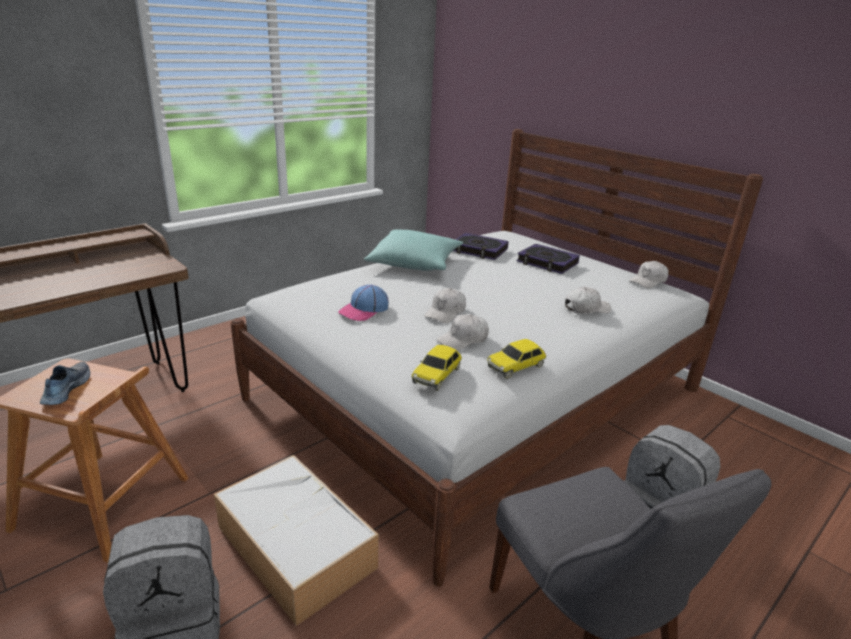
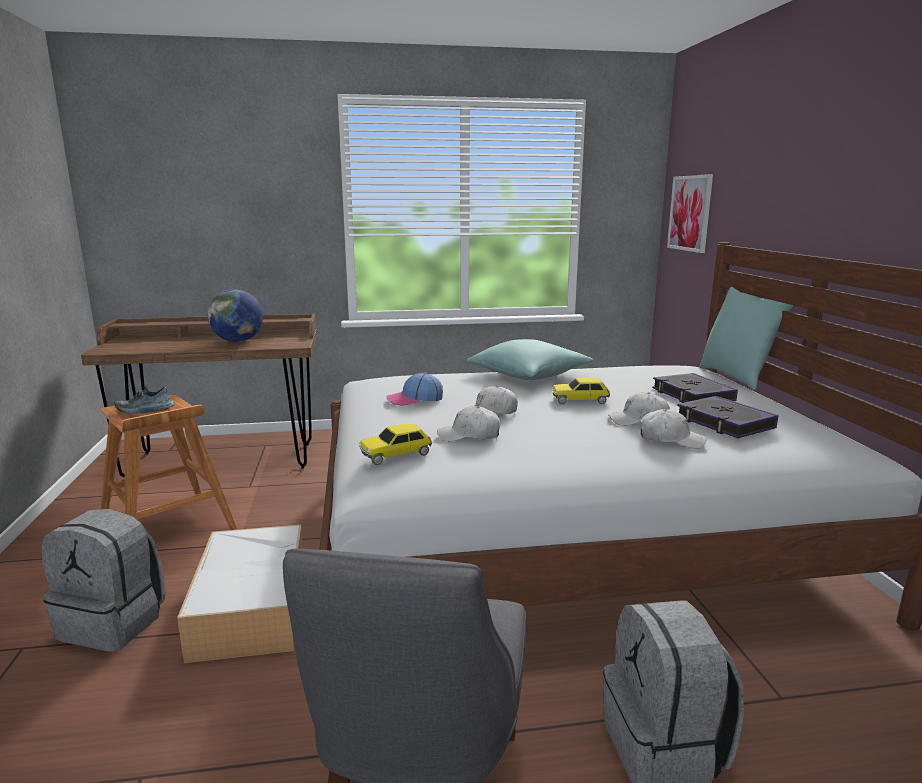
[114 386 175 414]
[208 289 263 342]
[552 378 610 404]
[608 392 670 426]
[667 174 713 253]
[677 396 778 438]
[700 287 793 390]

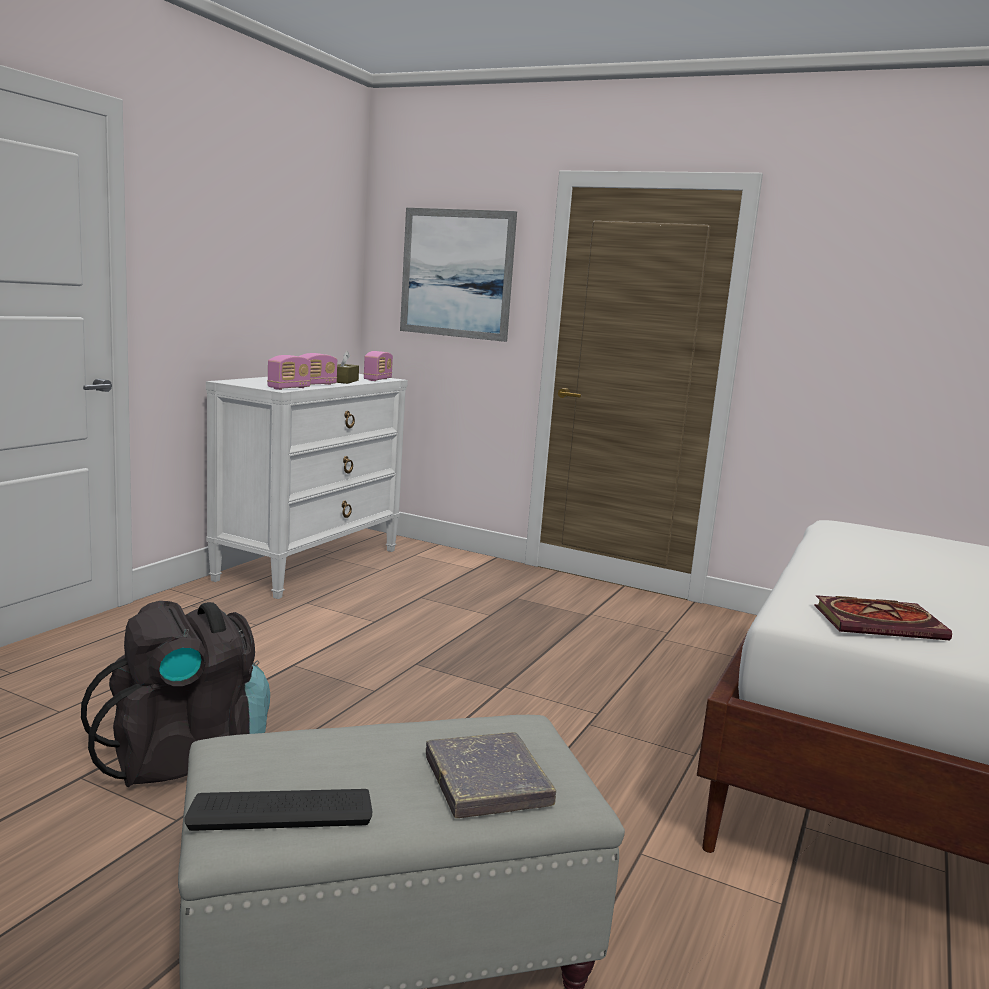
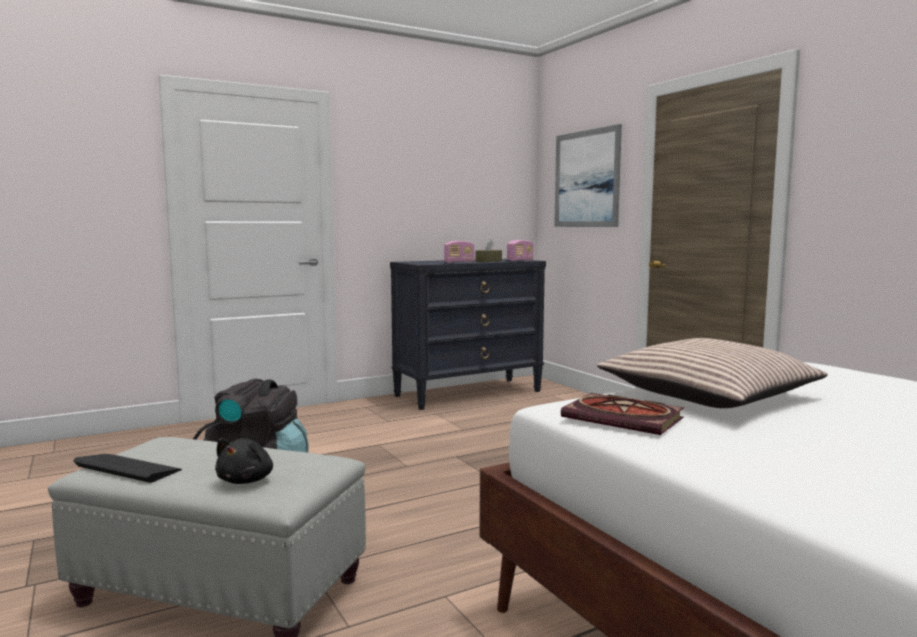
[215 438 273 484]
[390 259 546 410]
[597 338 827 408]
[267 355 311 390] (first image)

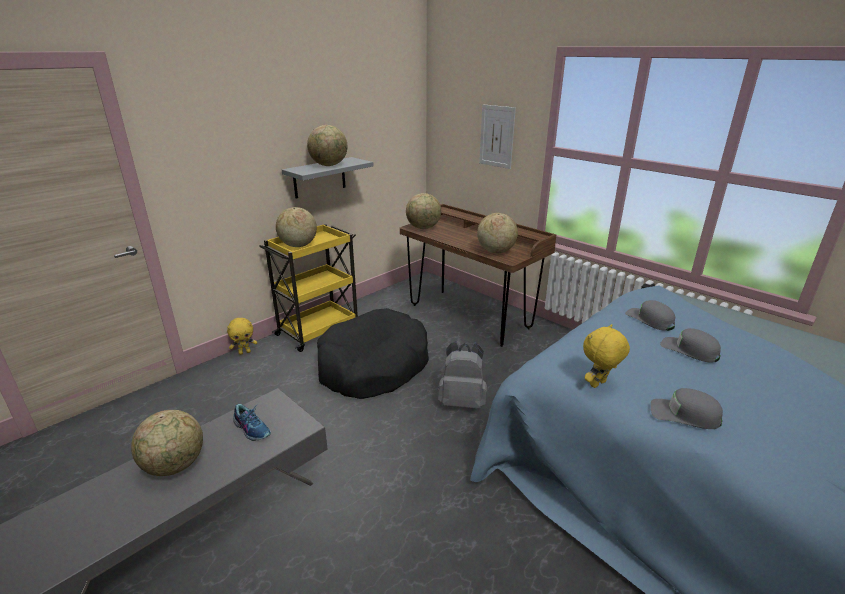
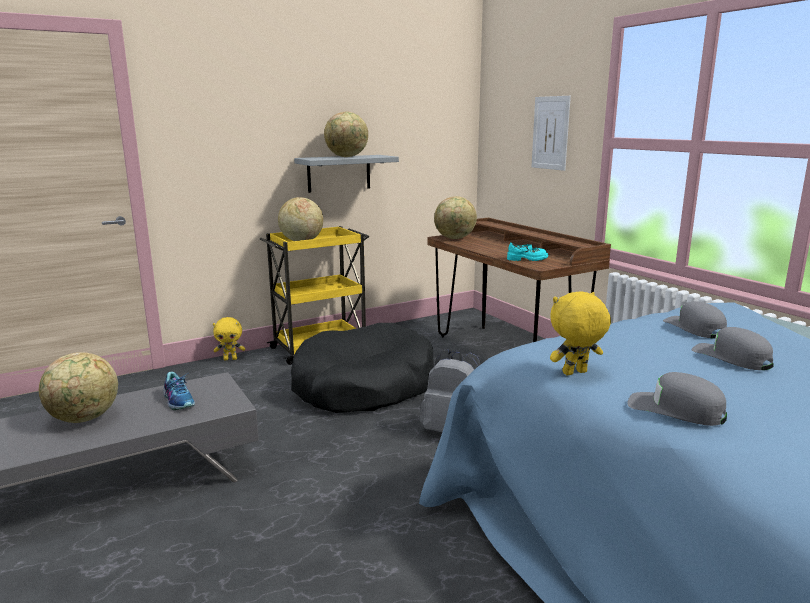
[507 242 548 261]

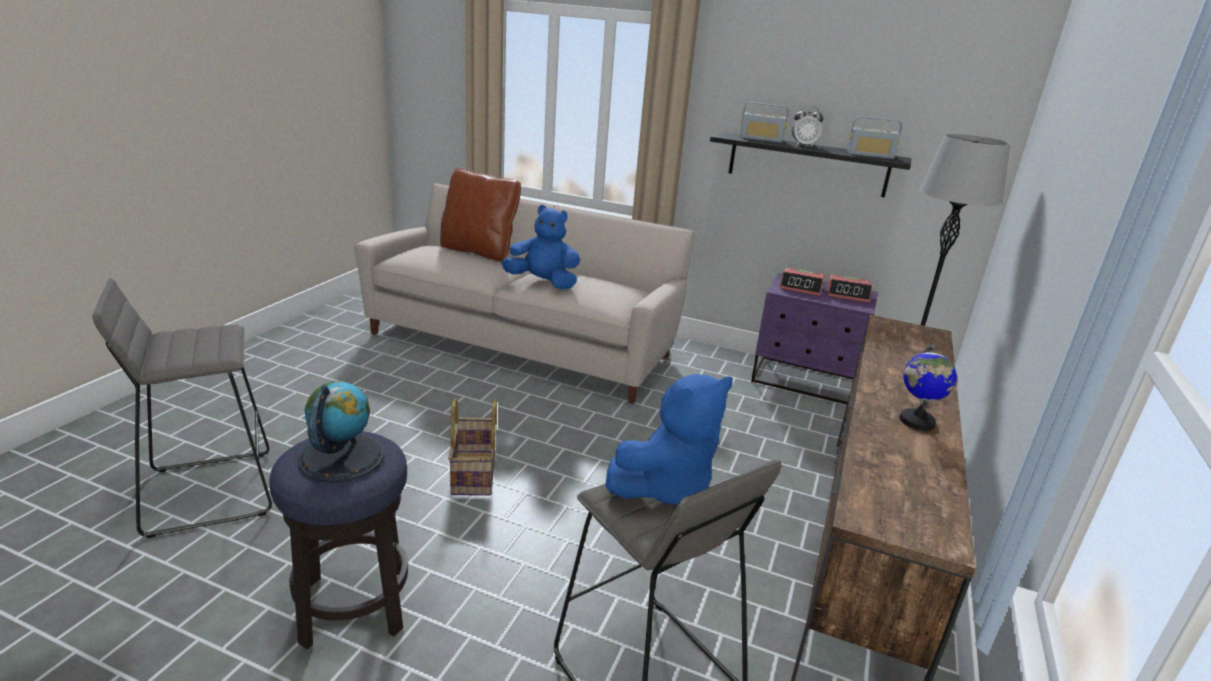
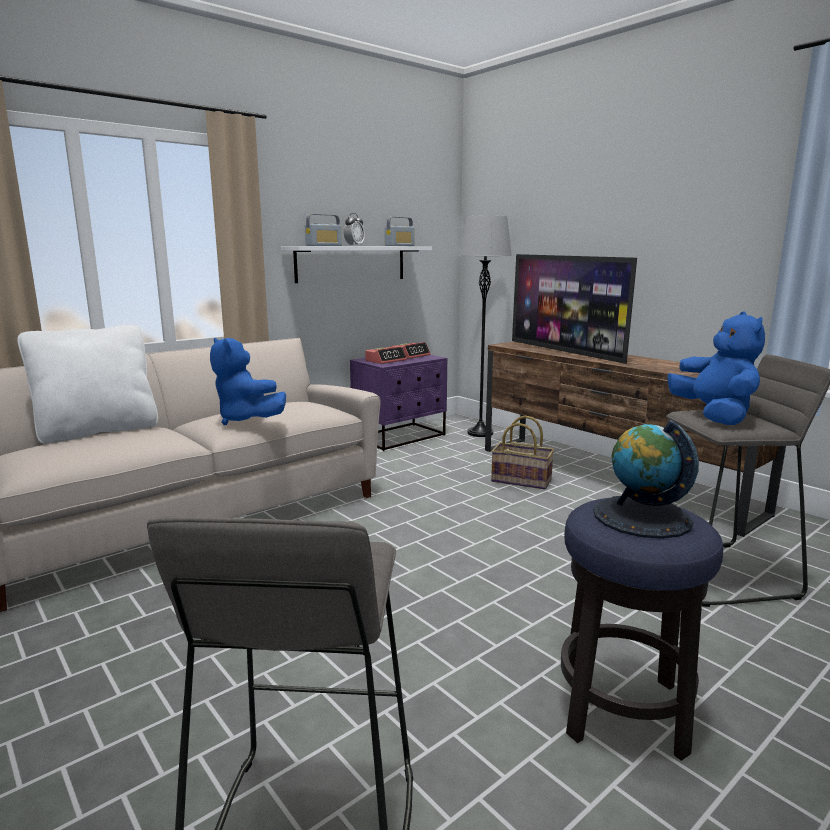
[17 325 158 444]
[210 338 286 425]
[281 246 432 283]
[491 415 554 490]
[512 254 637 364]
[899 344 957 431] (first image)

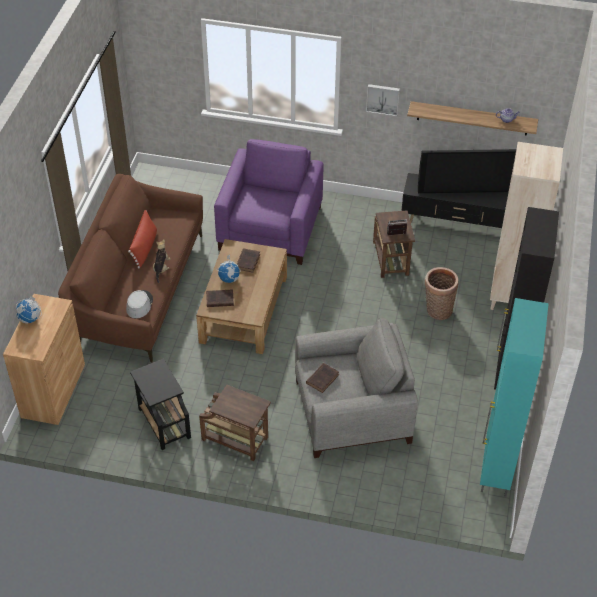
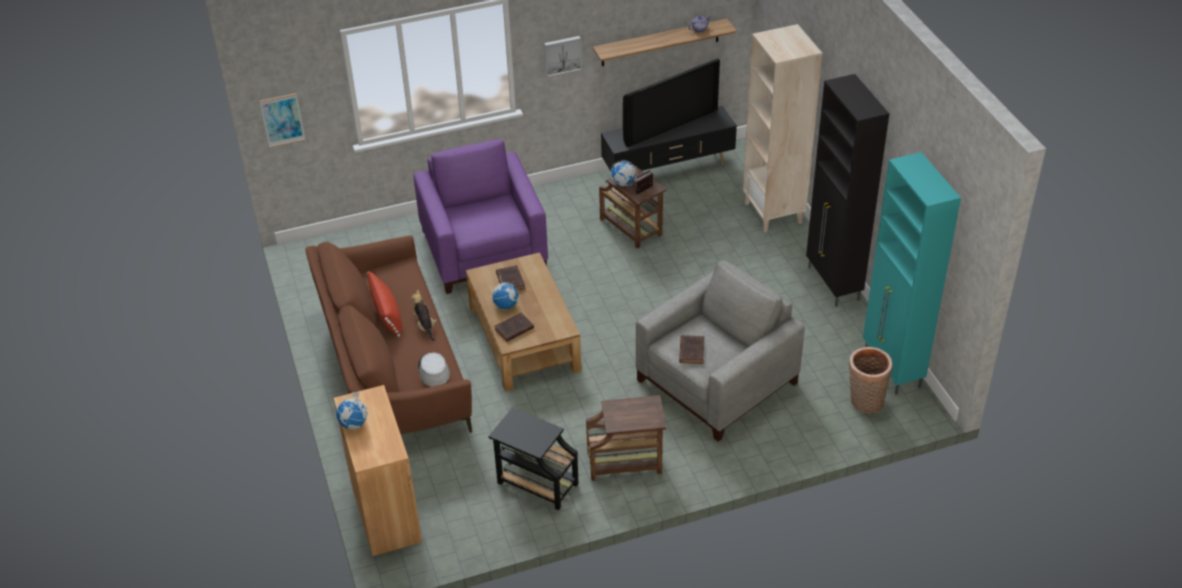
[259 93 305 148]
[611 160 637 186]
[848 347 892 413]

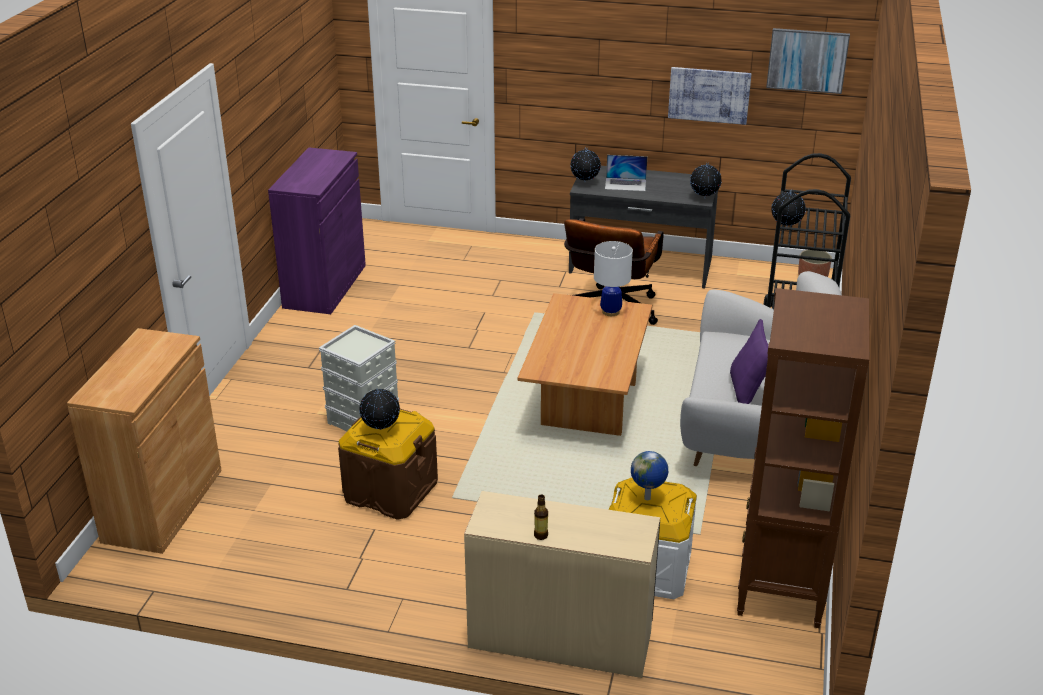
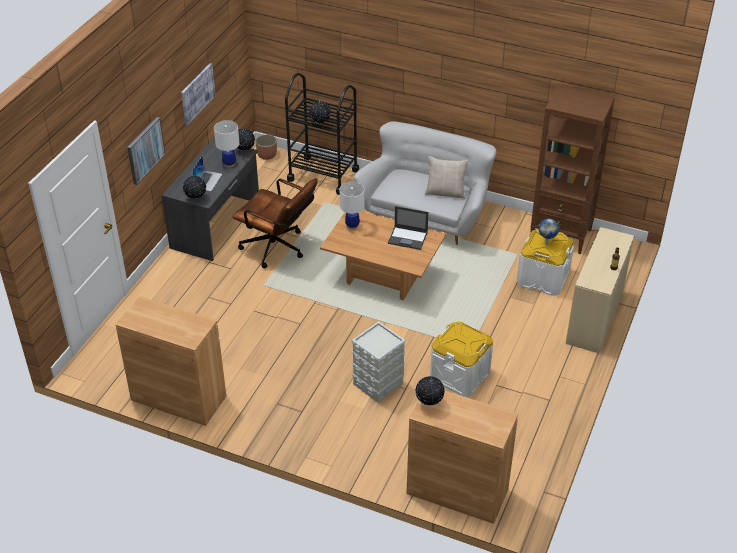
[116 296 226 426]
[127 117 166 185]
[214 120 240 168]
[388 206 428 250]
[415 376 445 406]
[425 156 469 199]
[430 322 493 397]

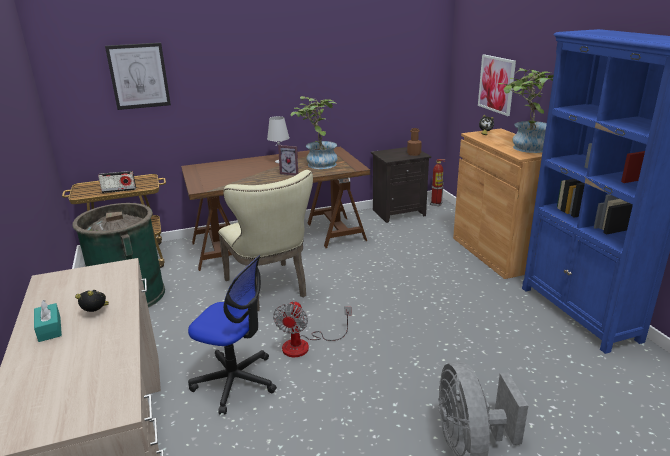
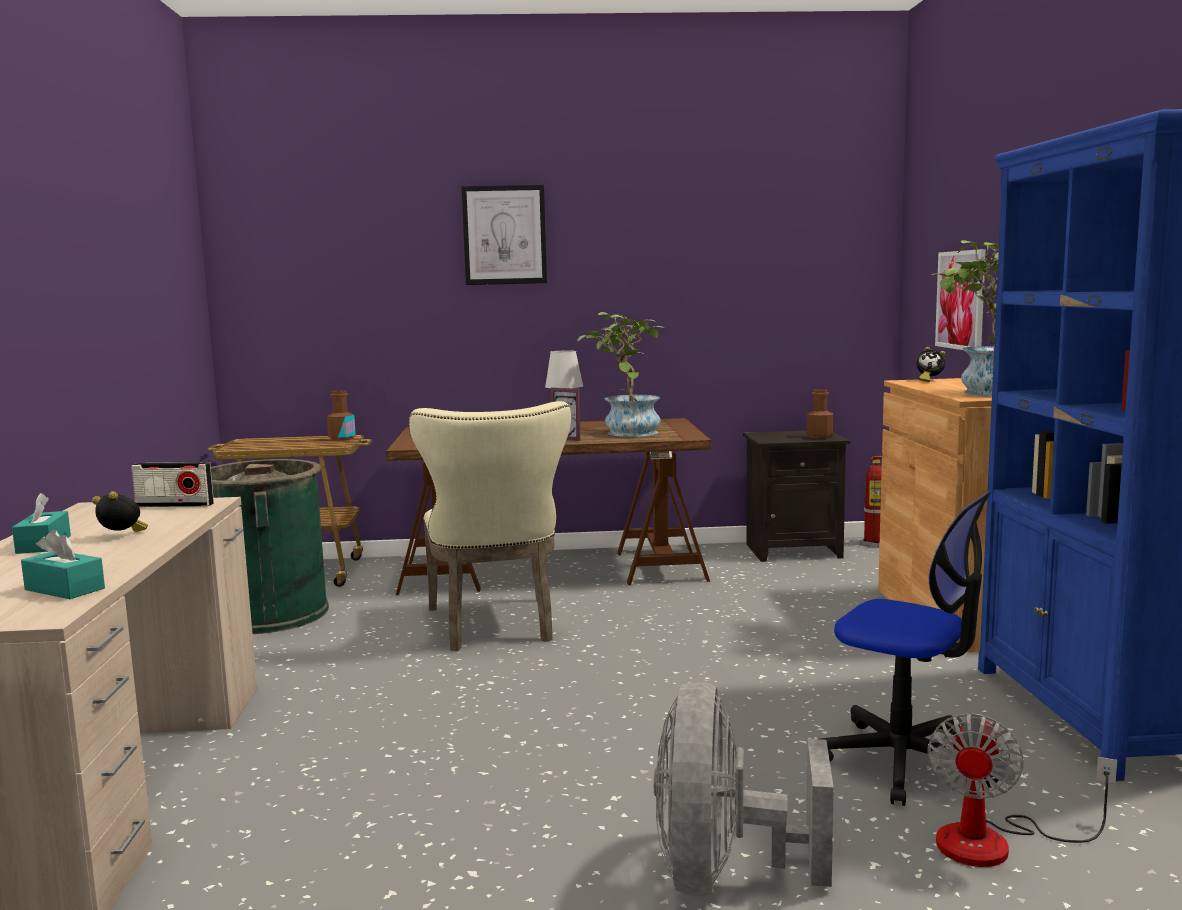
[21 529 105 599]
[131 462 214 507]
[327 390 356 441]
[461 184 547 285]
[820 492 999 806]
[927 713 1117 867]

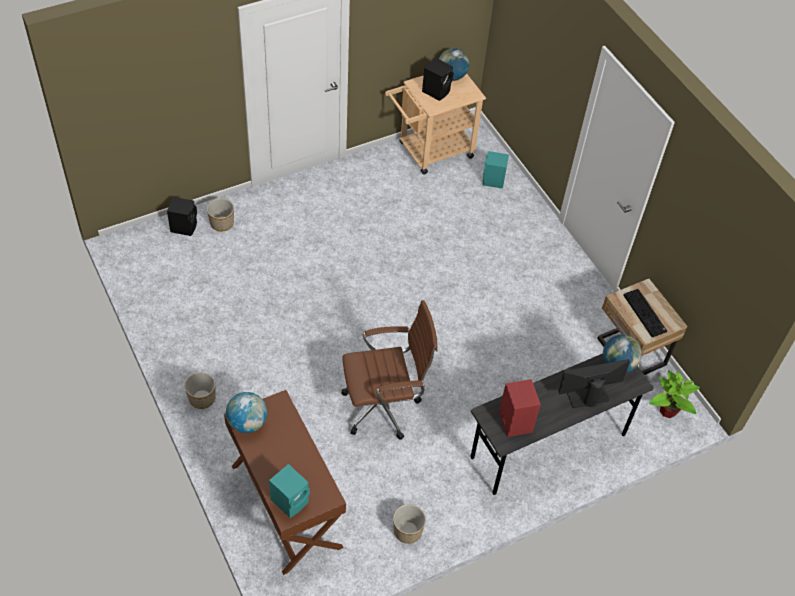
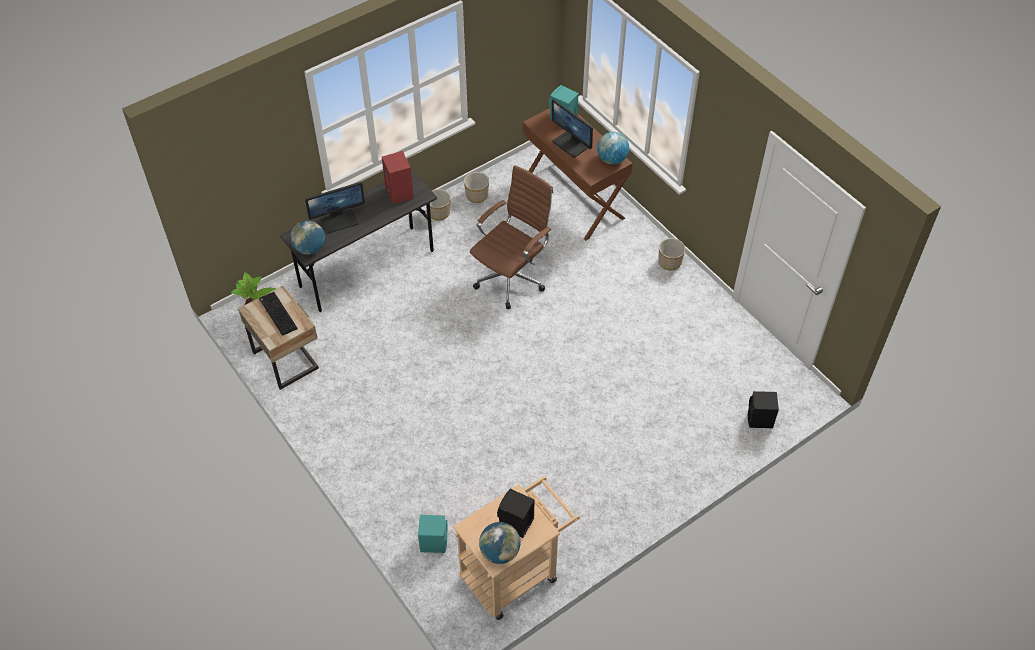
[430 189 451 221]
[470 165 553 309]
[552 99 593 158]

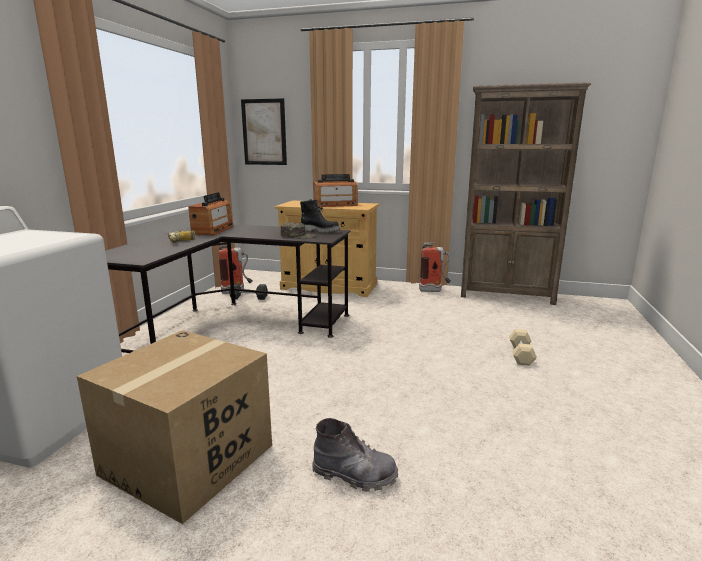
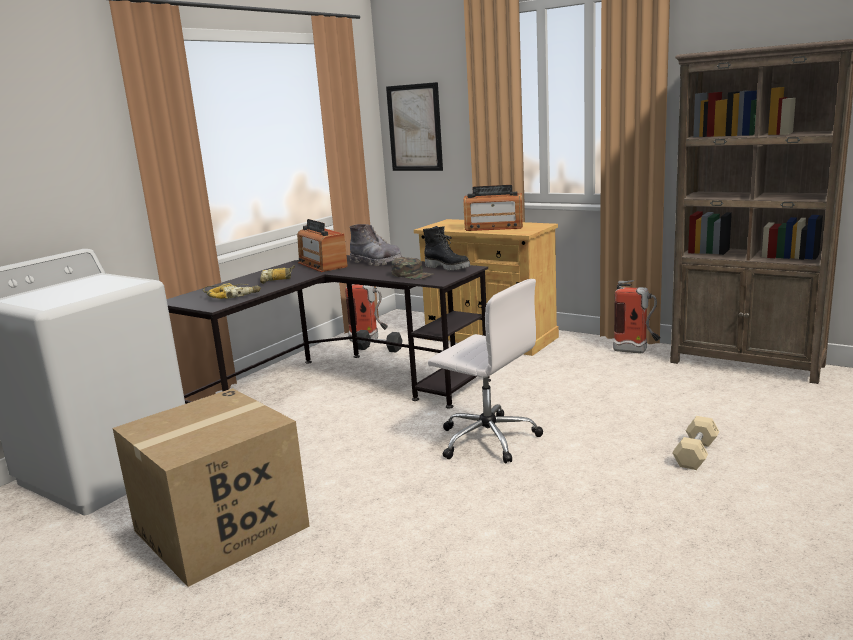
[203 283 261 299]
[297 219 348 272]
[350 224 402 266]
[428 279 543 464]

